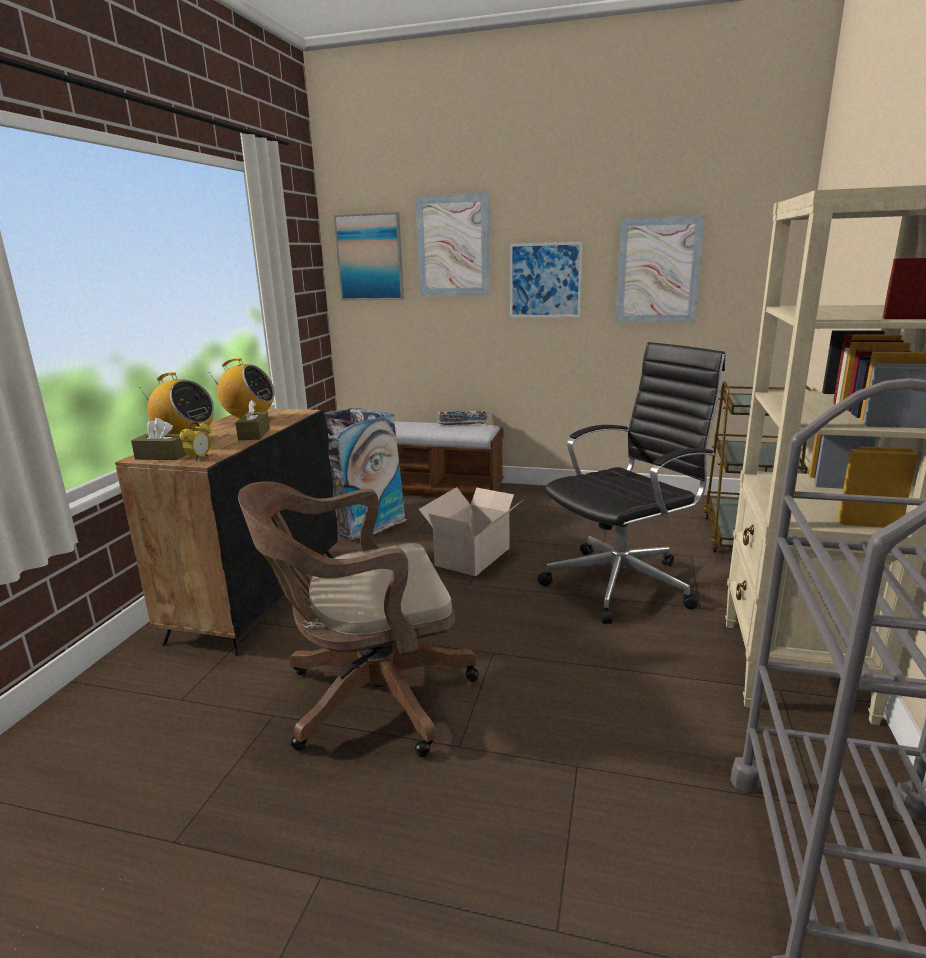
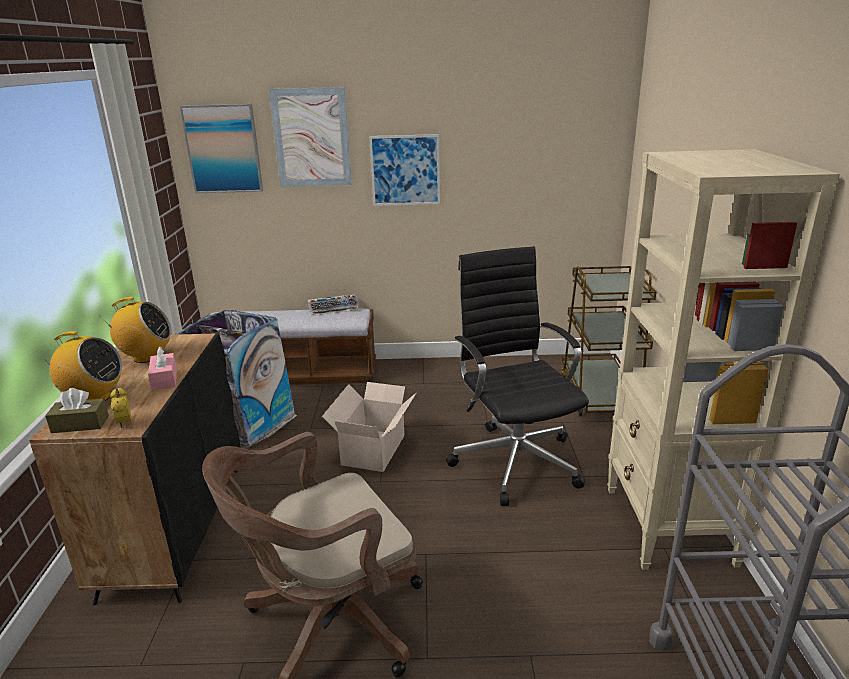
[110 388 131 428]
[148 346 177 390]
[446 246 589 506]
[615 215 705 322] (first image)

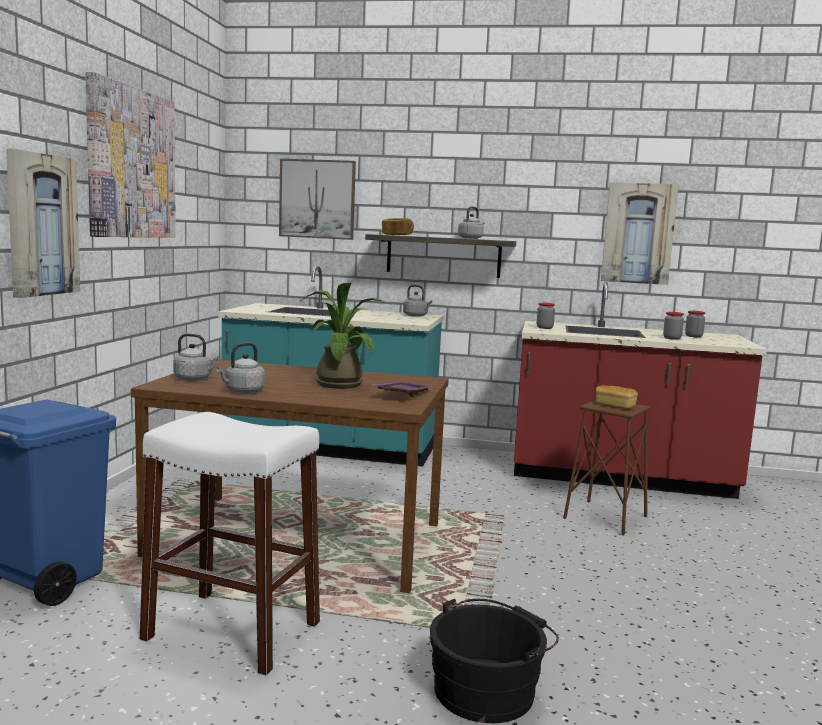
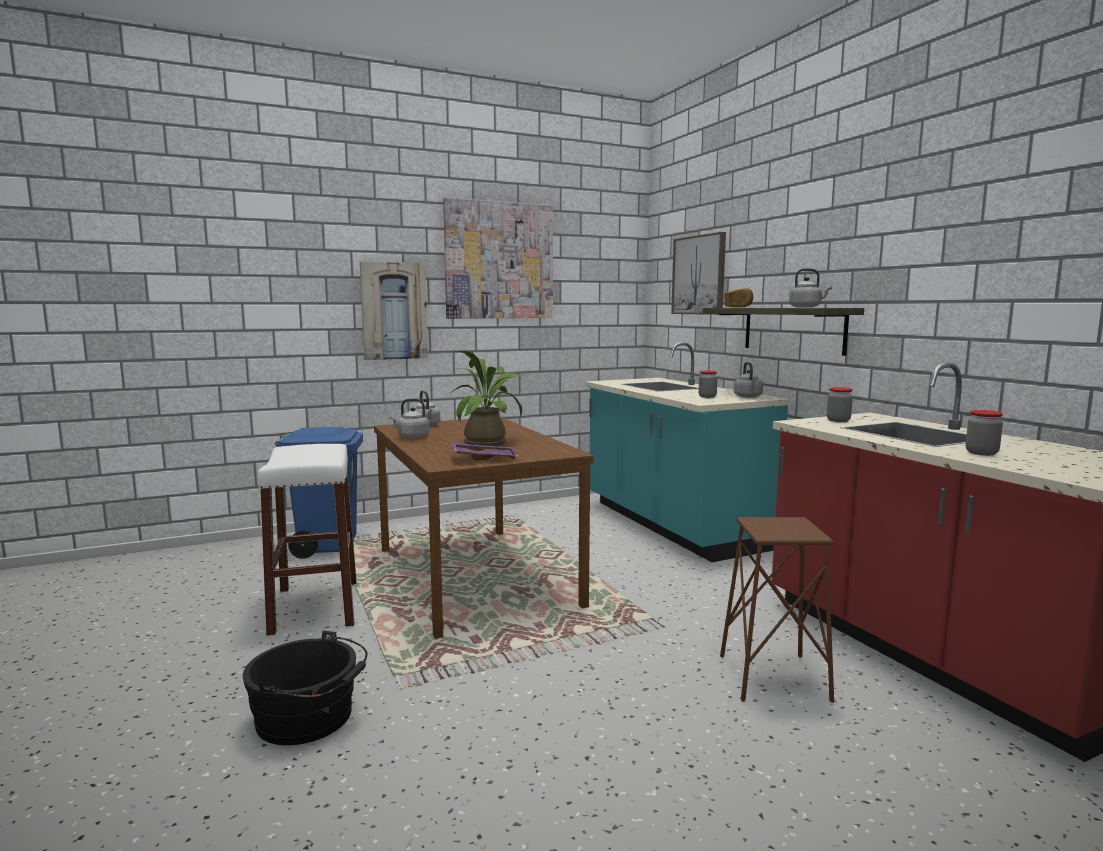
[699 370 718 398]
[595 385 638 409] (first image)
[601 182 679 285] (first image)

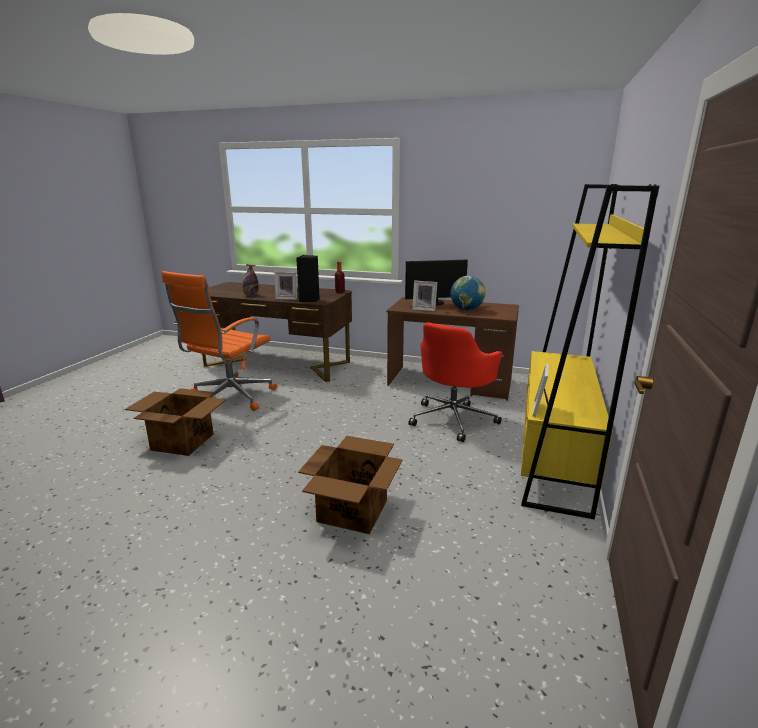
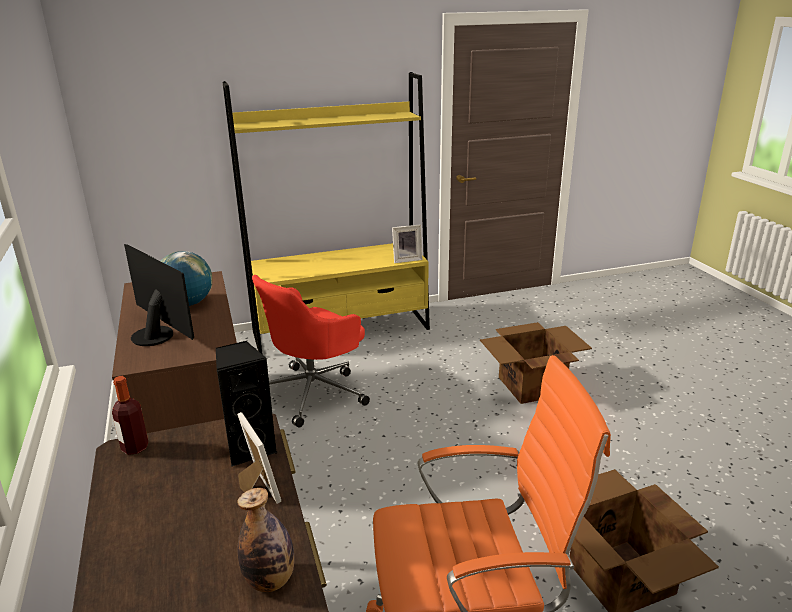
[252 275 370 428]
[412 280 437 311] (first image)

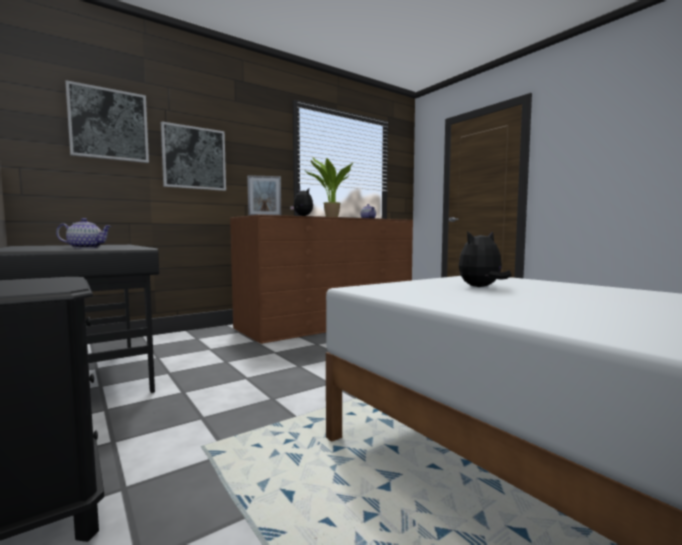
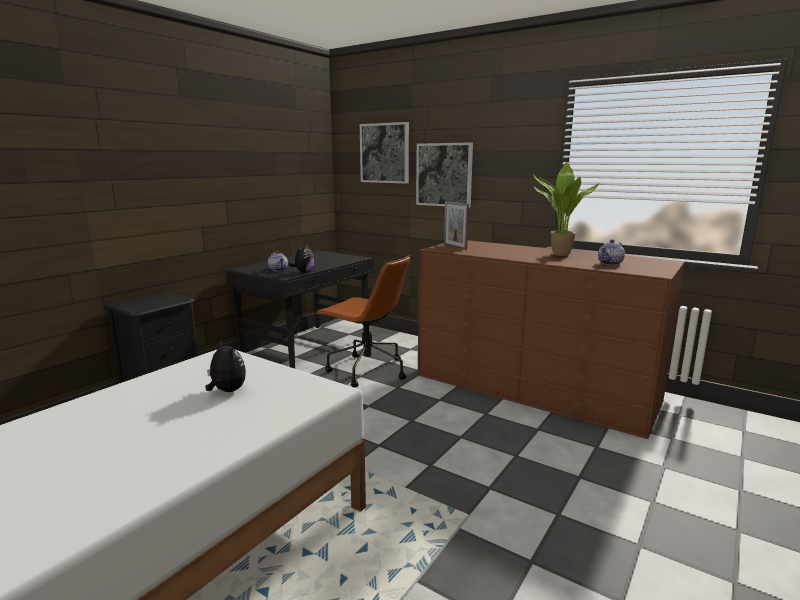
[289 243 315 272]
[315 256 411 388]

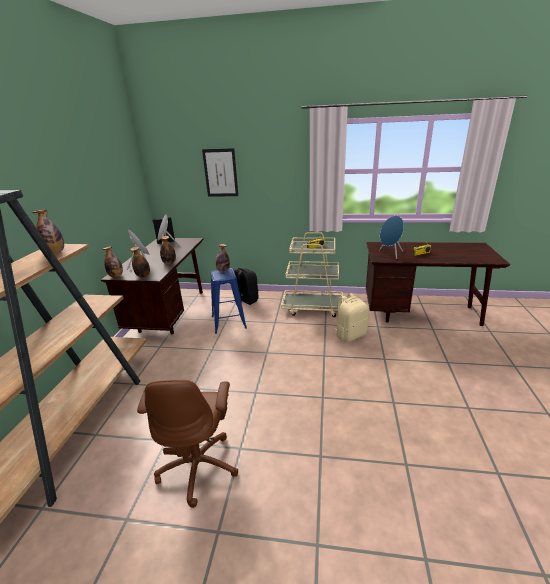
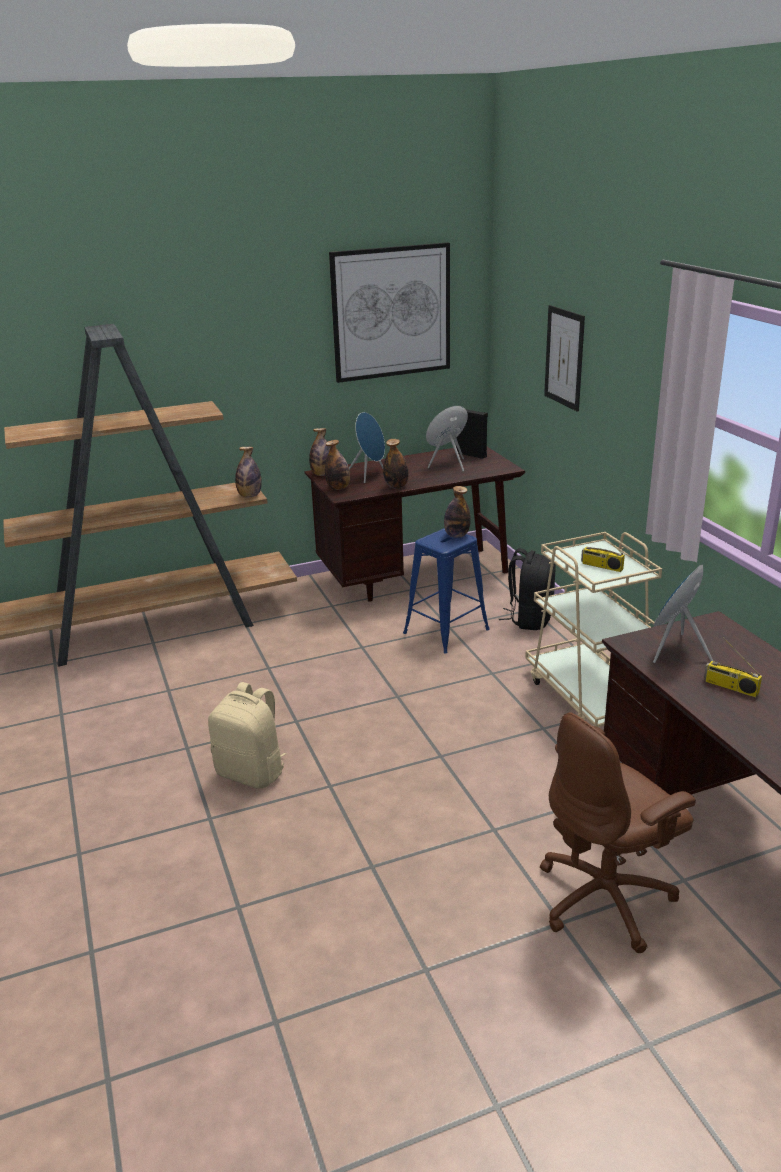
[208 682 286 789]
[235 447 262 497]
[329 242 450 383]
[540 712 696 953]

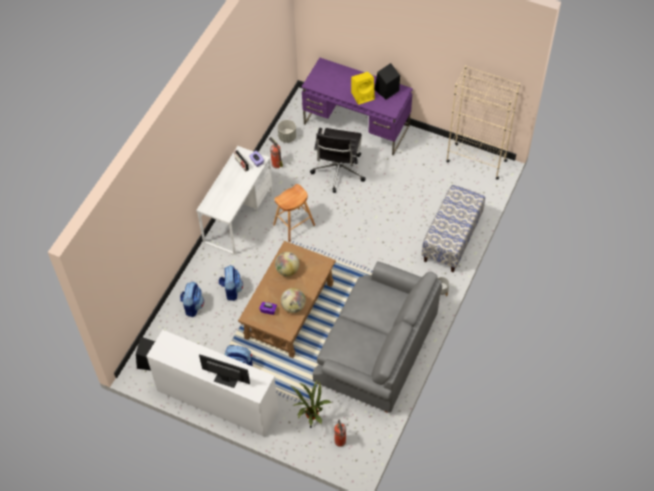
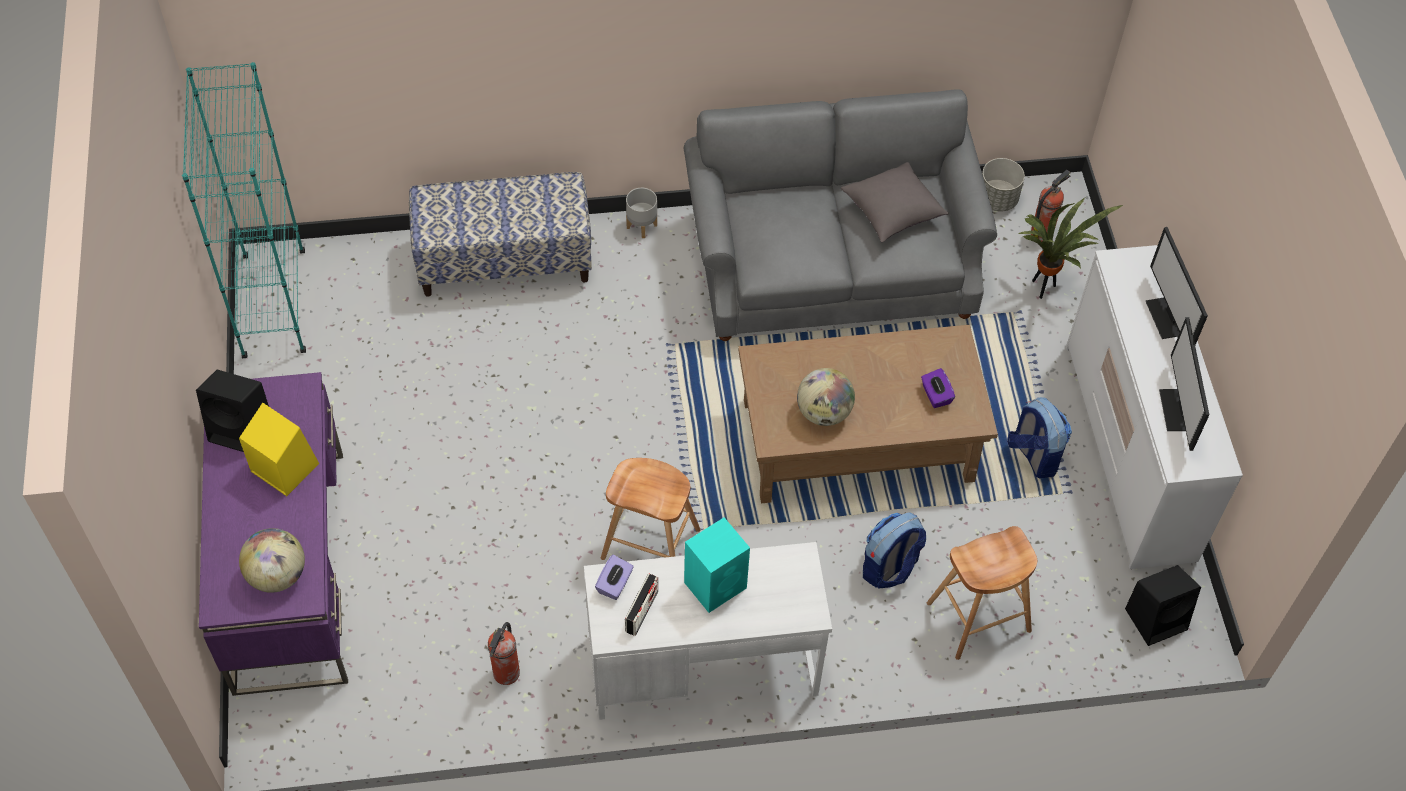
[182 62 306 358]
[239 528 305 593]
[684 517 750 613]
[841 162 949 242]
[927 526 1037 660]
[982 158 1025 211]
[1159 317 1209 451]
[310 128 366 193] (first image)

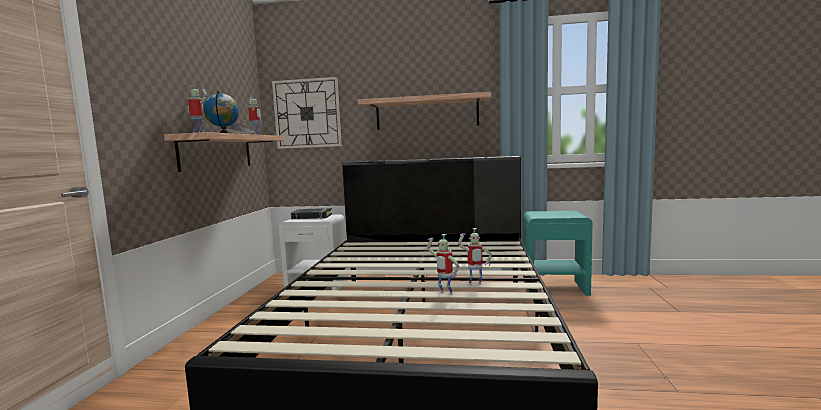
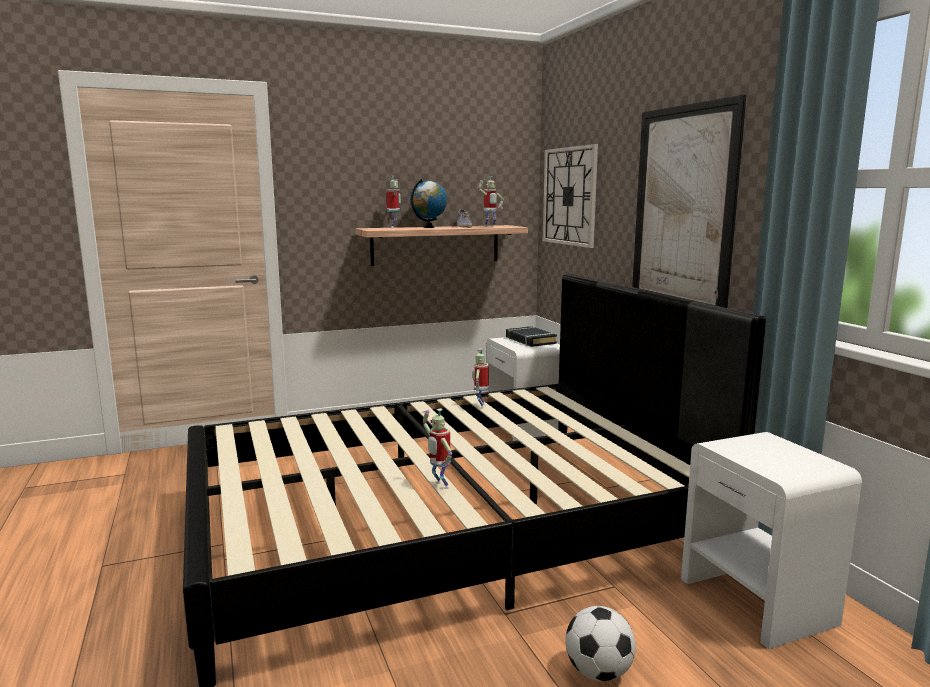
[473 349 489 409]
[565 606 636 681]
[632 94 746 308]
[681 432 862 649]

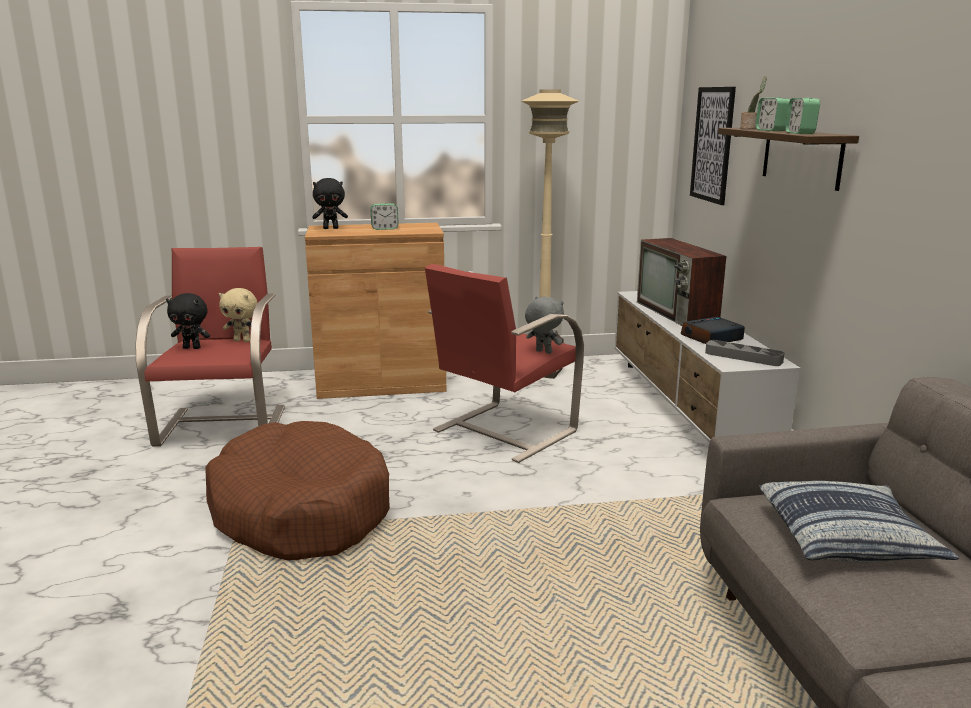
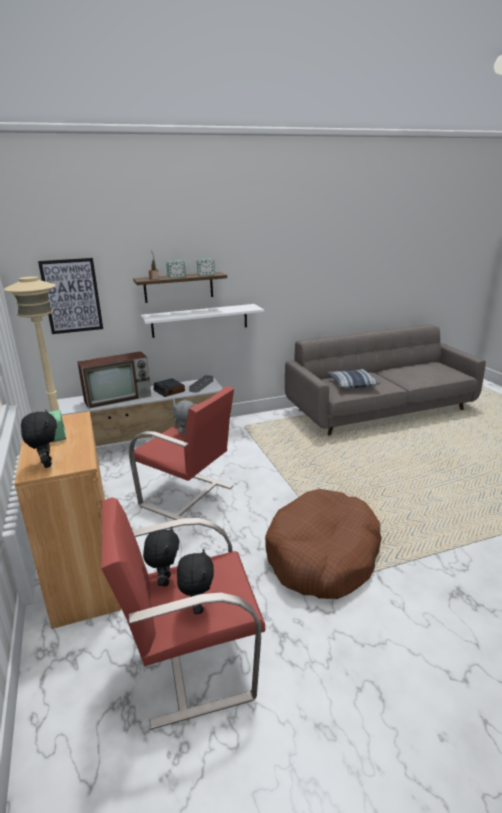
[141 304 264 338]
[143 526 179 586]

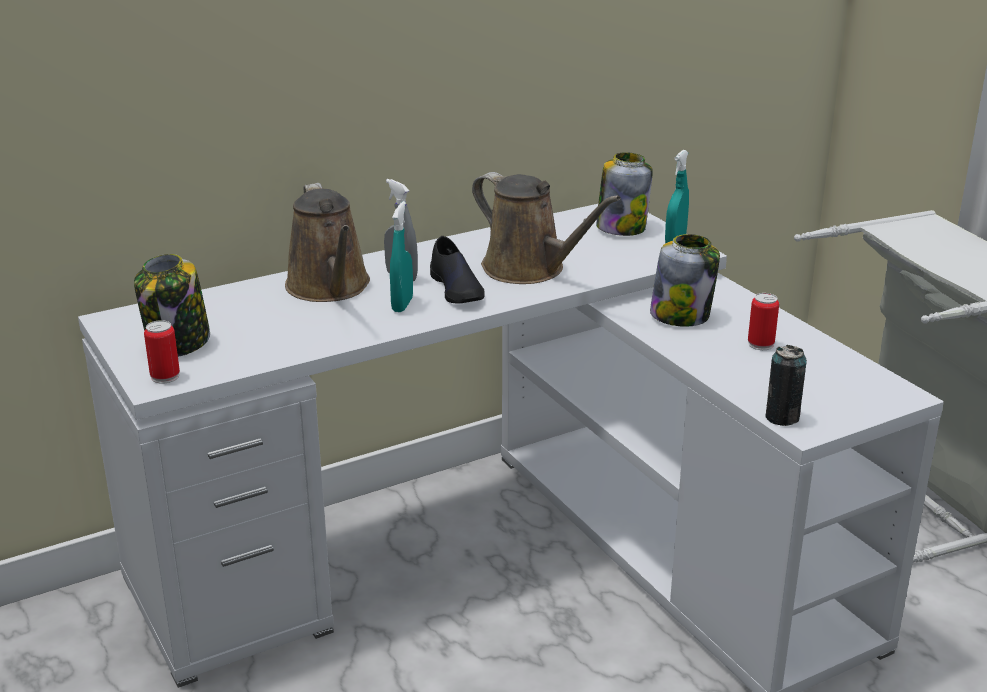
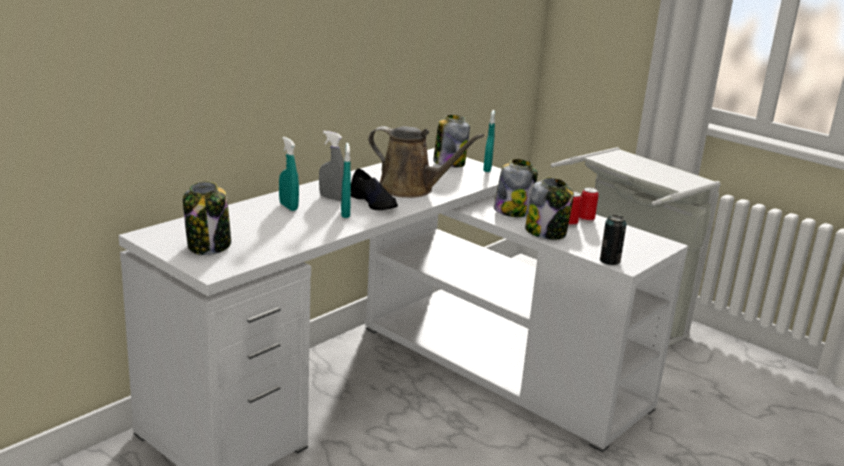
[279 137 299 211]
[525 178 574 240]
[579 187 599 223]

